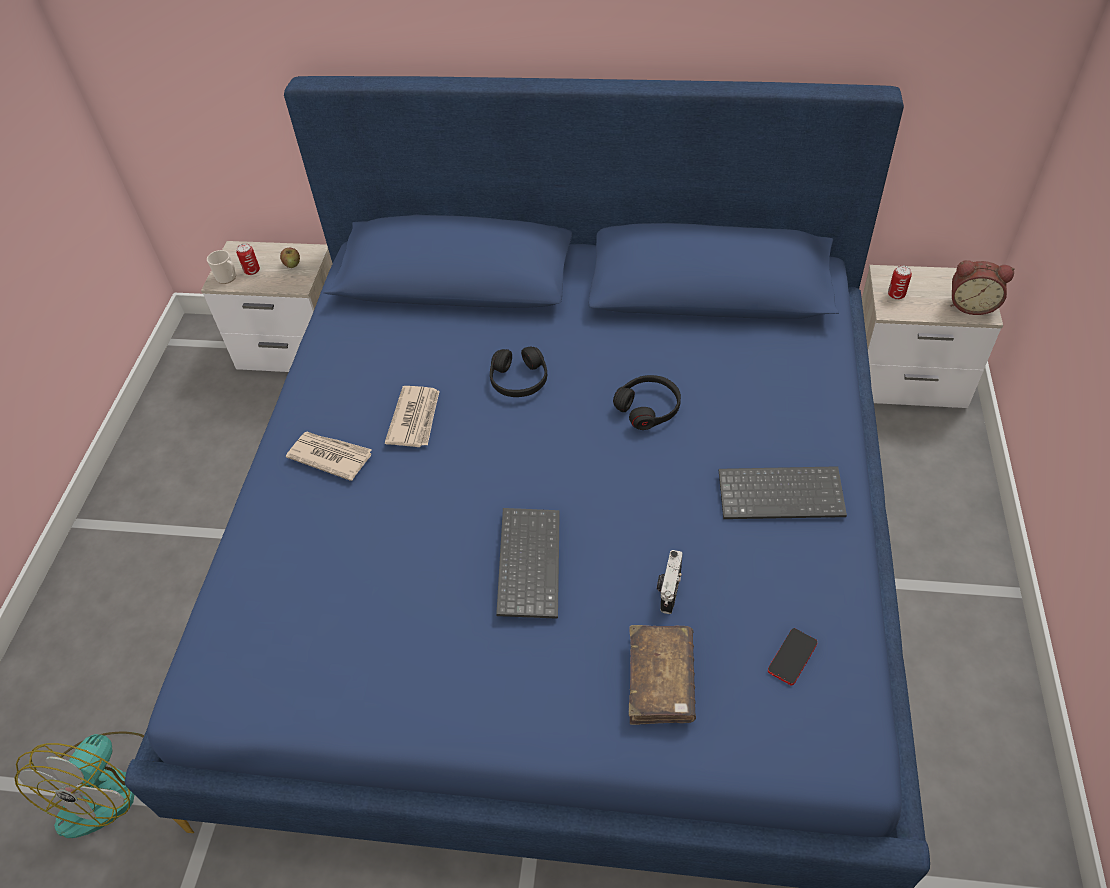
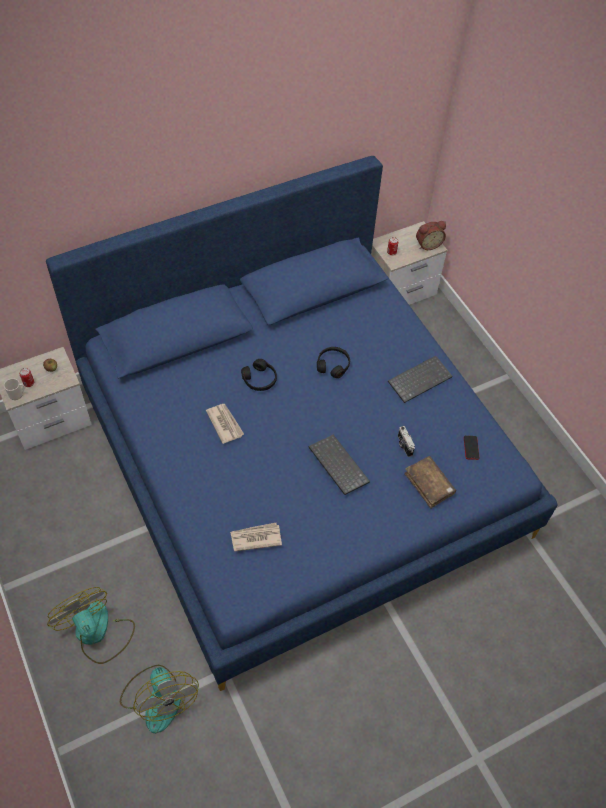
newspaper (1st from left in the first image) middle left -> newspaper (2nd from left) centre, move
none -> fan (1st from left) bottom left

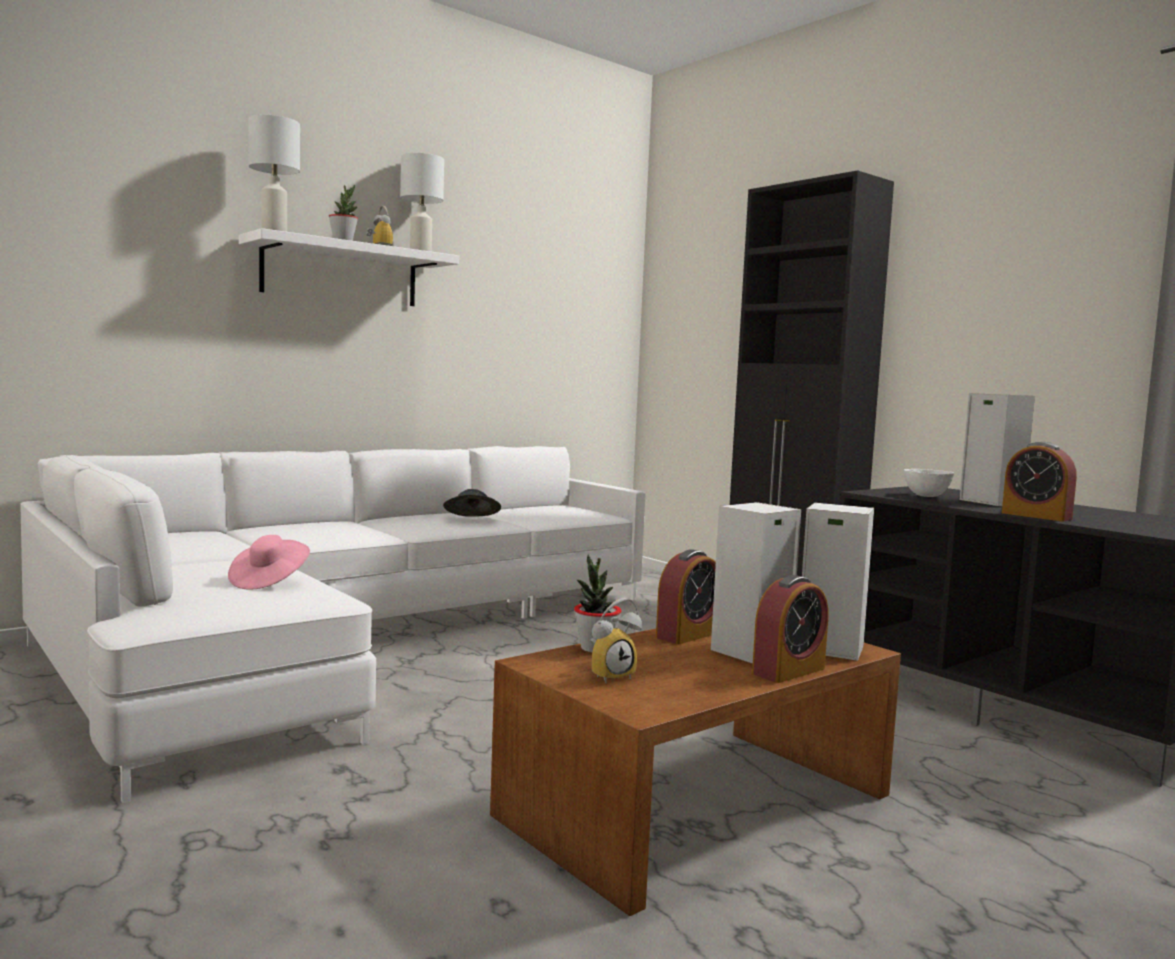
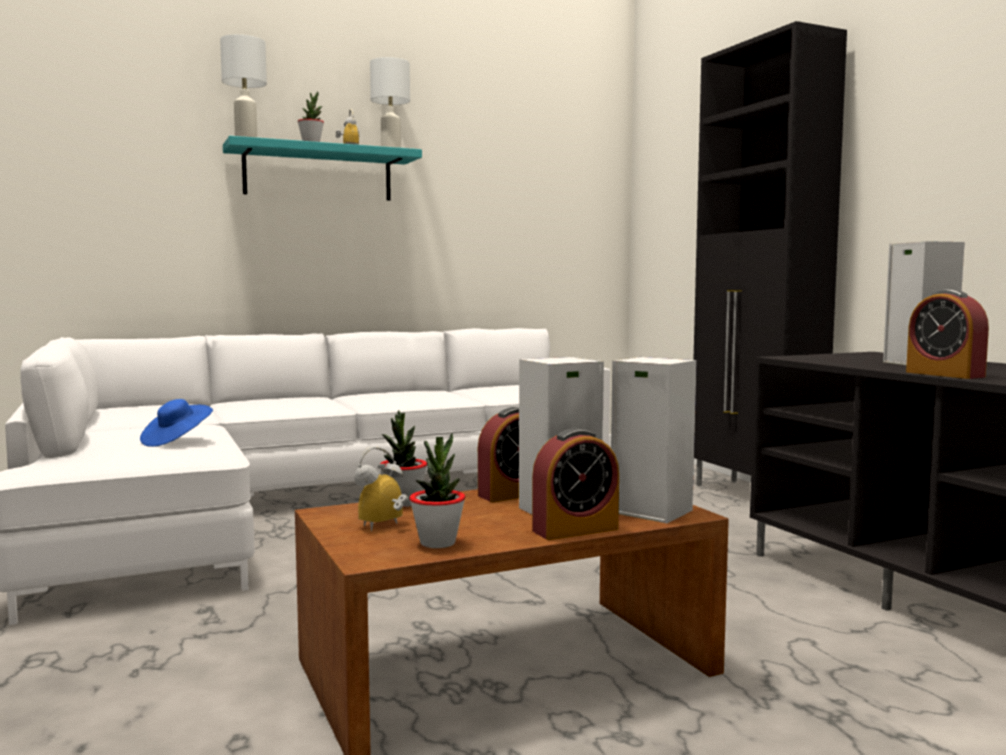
shelf/white top left -> shelf/turquoise top left
bowl/white middle right -> none
hat/grey centre -> none
hat/pink middle left -> hat/blue middle left
alarm clock (2nd from left) bottom centre -> alarm clock (2nd from left) centre, 150 degrees clockwise
none -> potted plant (3rd from left) centre

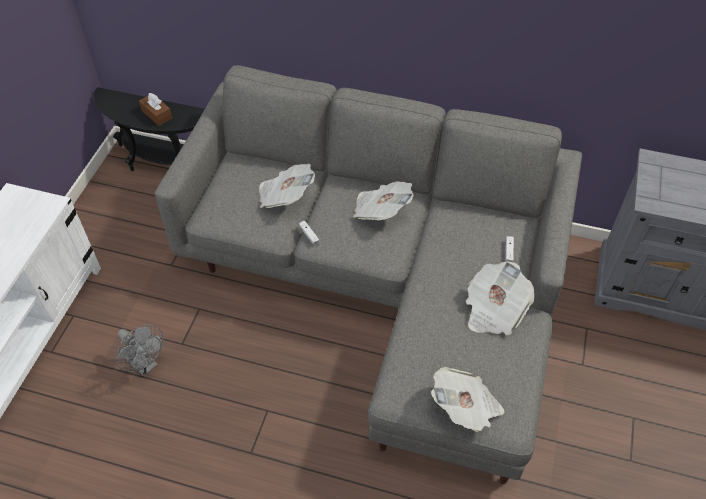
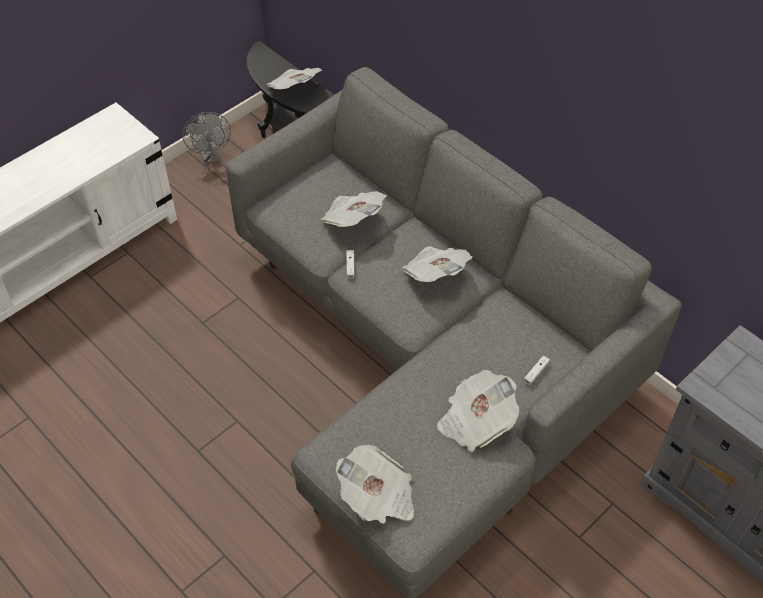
tissue box/brown top left -> newspaper (1st from left) top centre
fan/grey bottom left -> fan/grey top left, move

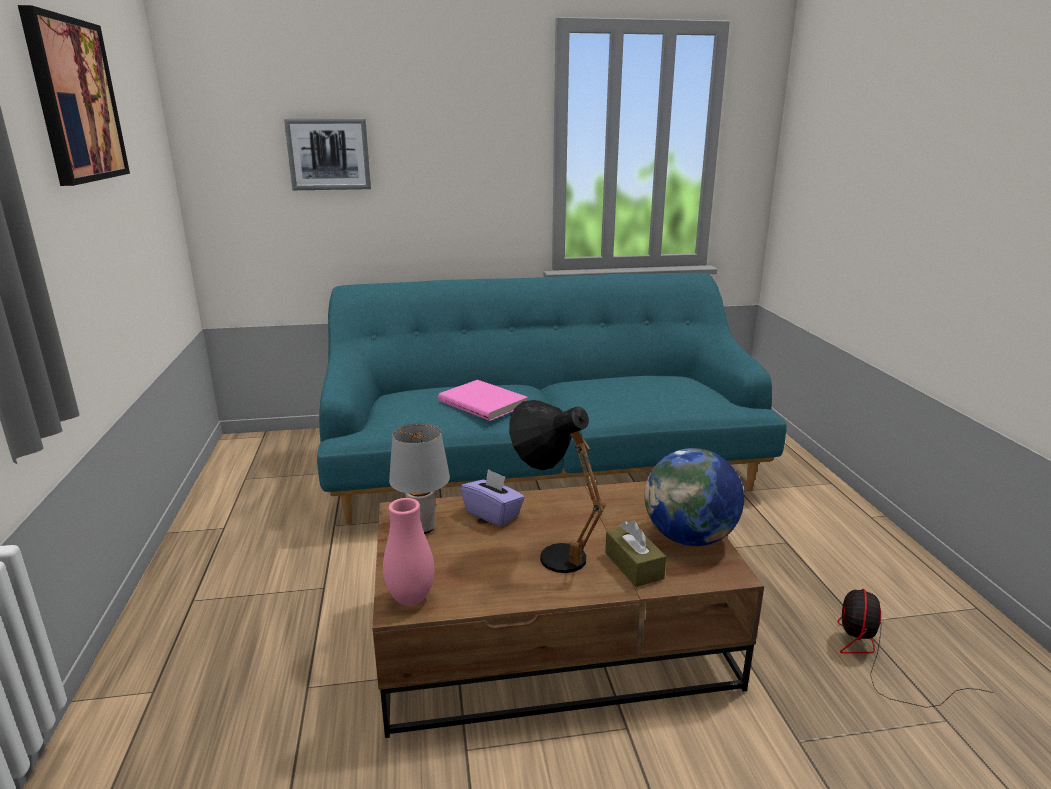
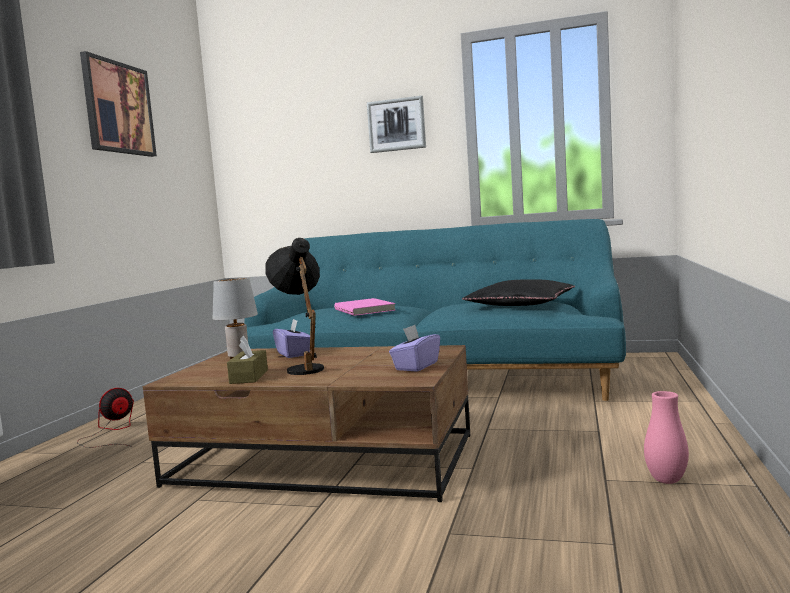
picture (2nd from left) top left -> picture (2nd from left) top centre, move
globe centre -> tissue box/purple (2nd from left) centre
vase/pink bottom centre -> vase/pink bottom right, move
tissue box/brown bottom centre -> tissue box/brown middle left, move
fan bottom right -> fan bottom left, move
none -> pillow/black centre

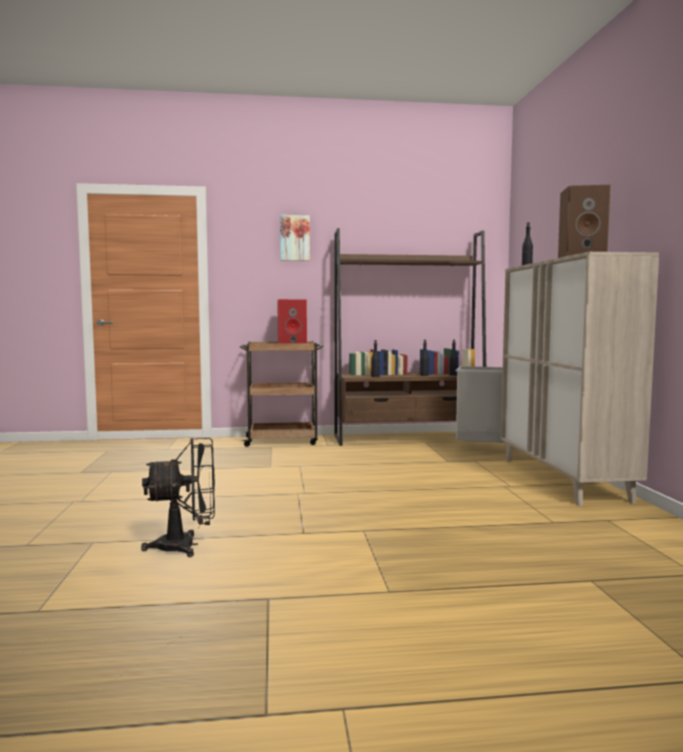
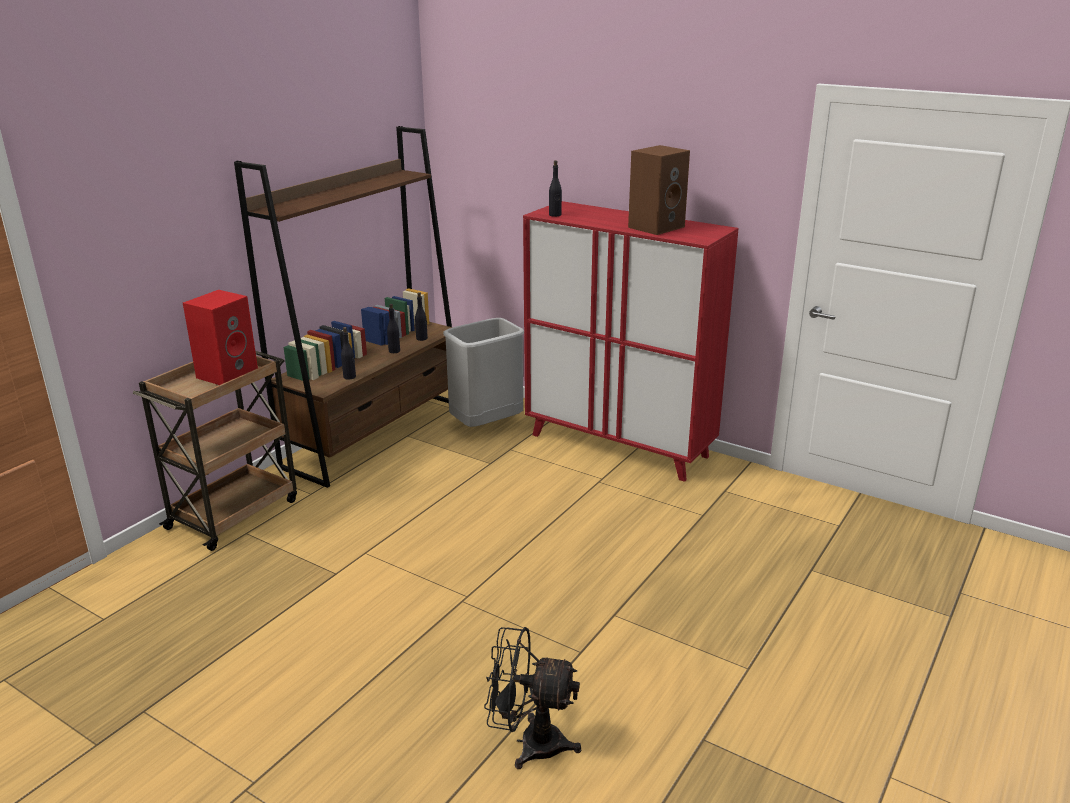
picture top centre -> none
cabinet/beige middle right -> cabinet/red centre
fan/black middle left -> fan/black bottom centre, 105 degrees counterclockwise

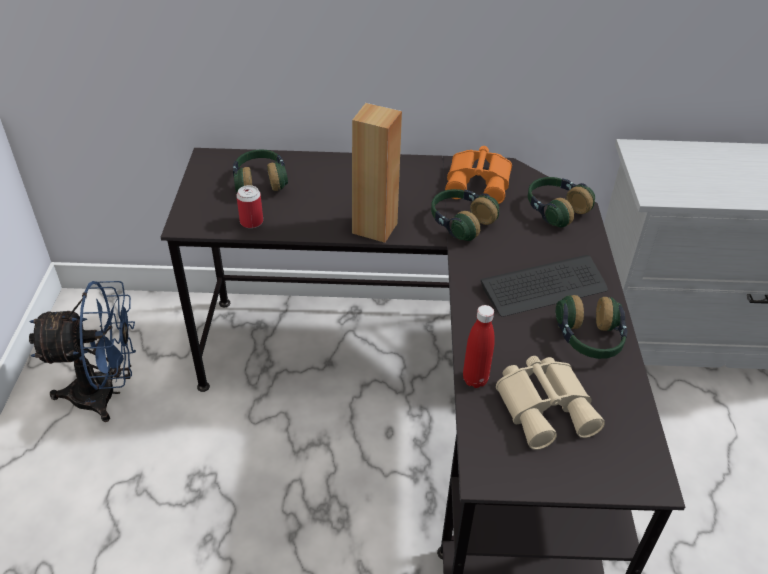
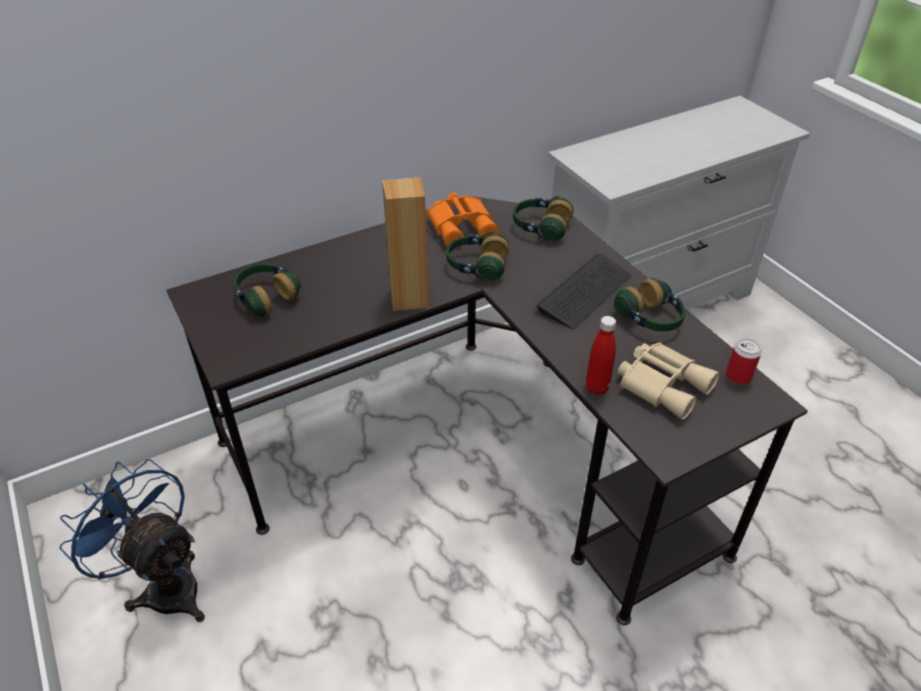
can middle left -> can middle right, move
fan/blue middle left -> fan/blue bottom left, 105 degrees counterclockwise

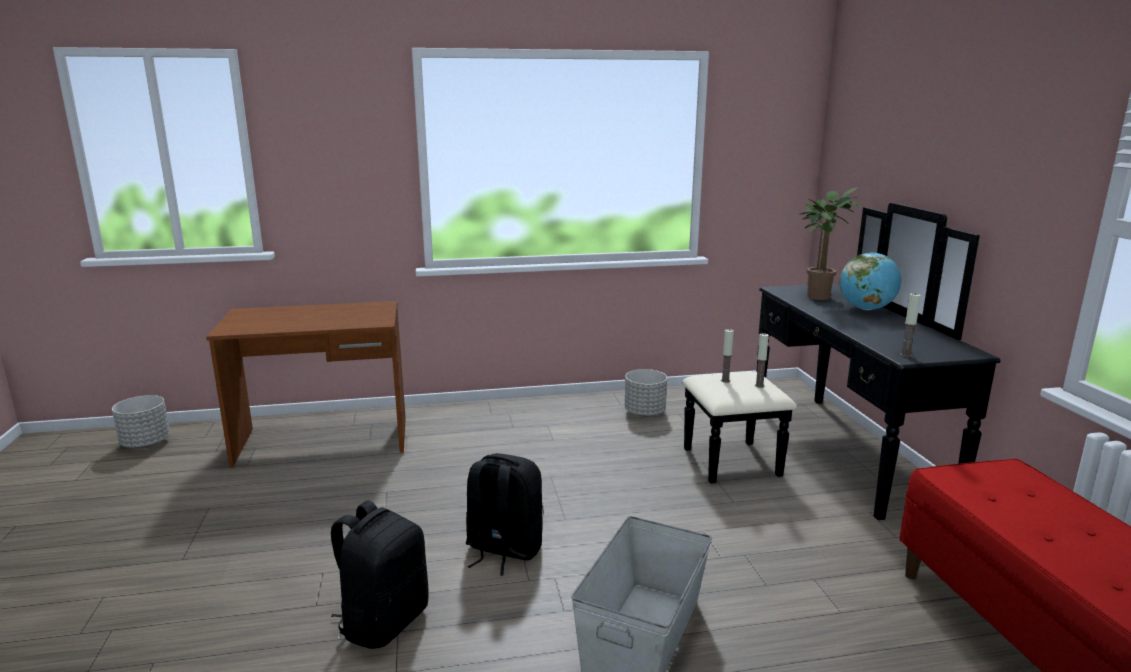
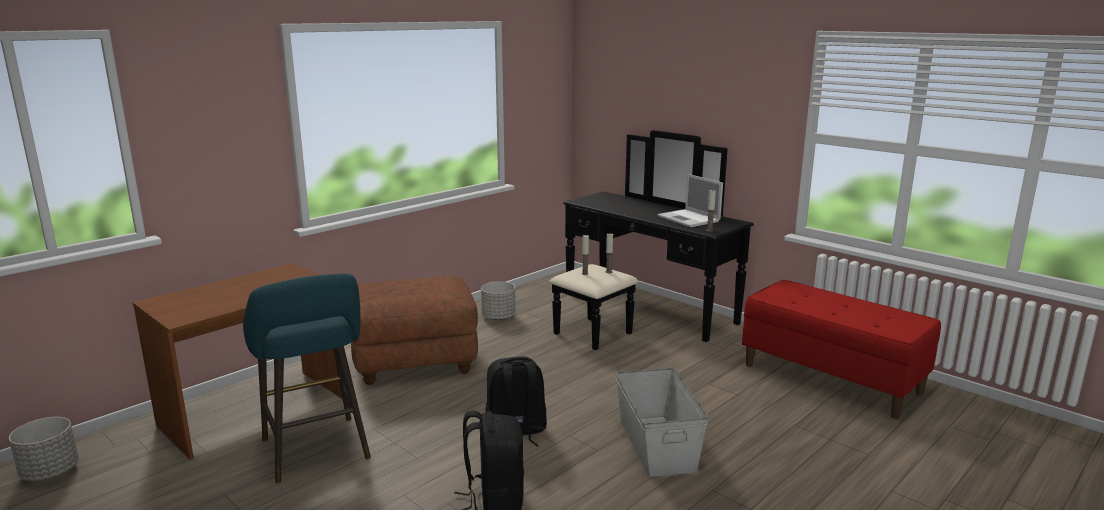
potted plant middle right -> none
globe middle right -> none
none -> laptop centre
none -> stool/turquoise bottom left
none -> ottoman/brown centre

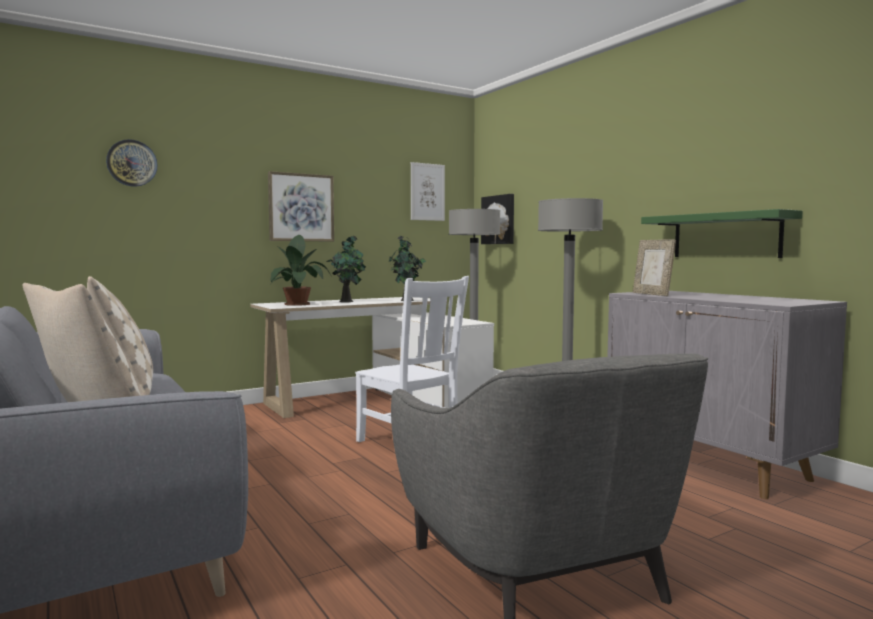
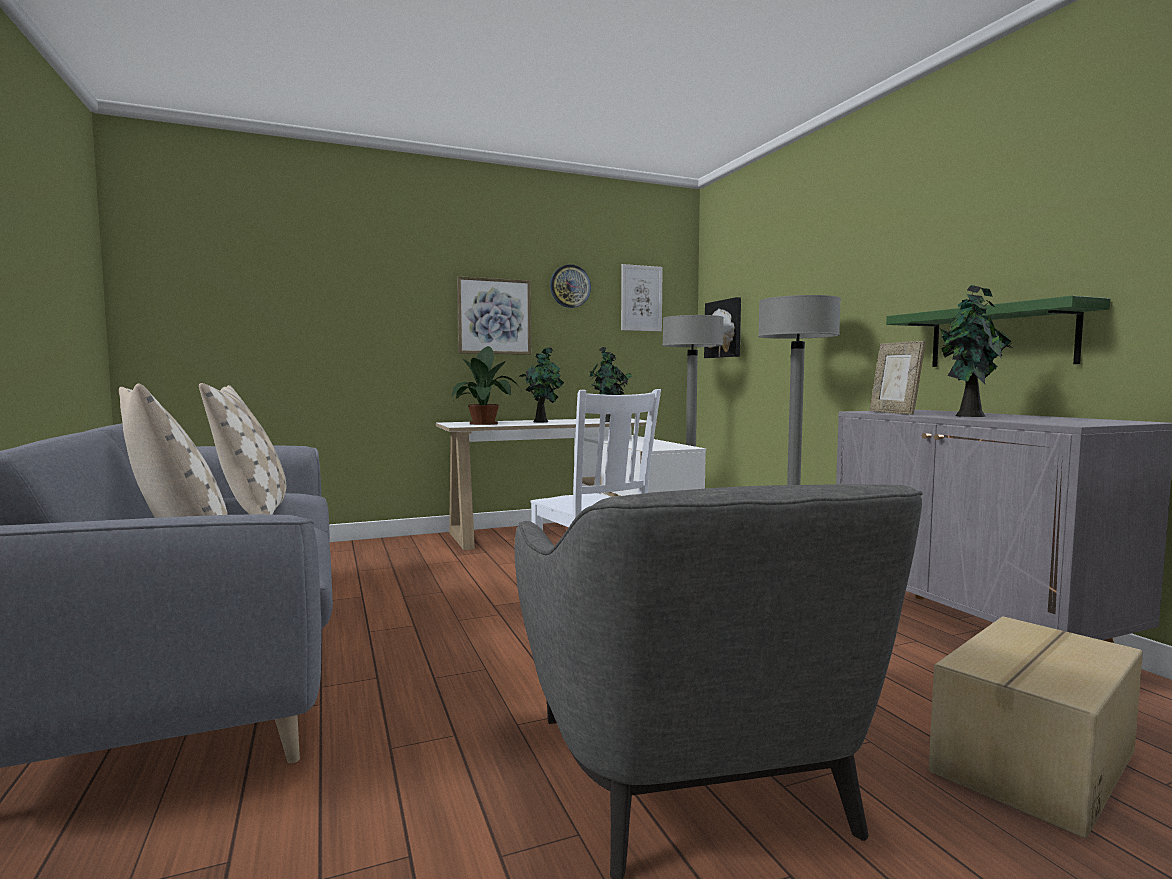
wall clock top left -> wall clock top centre, move
none -> potted plant (4th from left) middle right
none -> cardboard box bottom right

